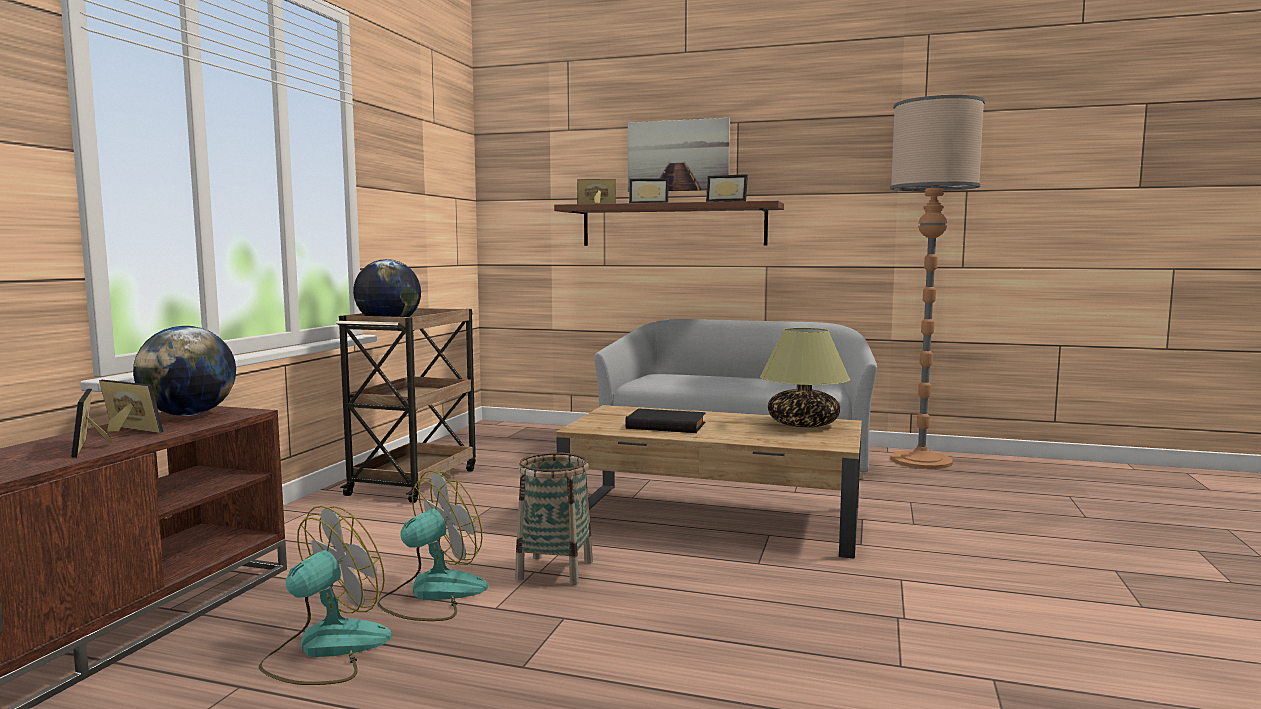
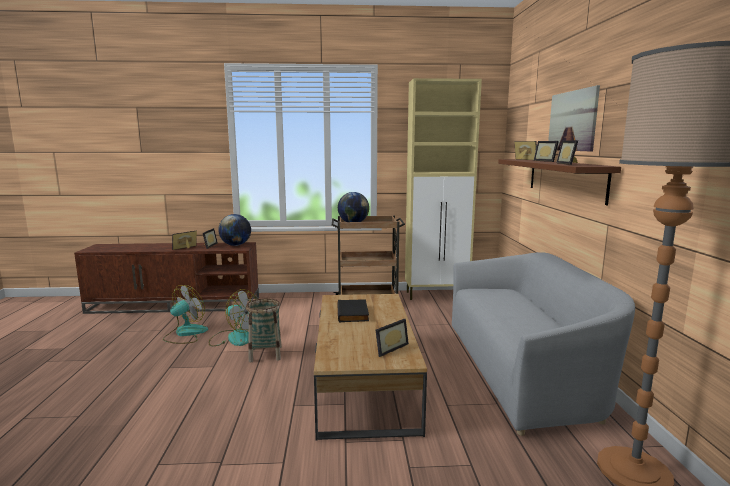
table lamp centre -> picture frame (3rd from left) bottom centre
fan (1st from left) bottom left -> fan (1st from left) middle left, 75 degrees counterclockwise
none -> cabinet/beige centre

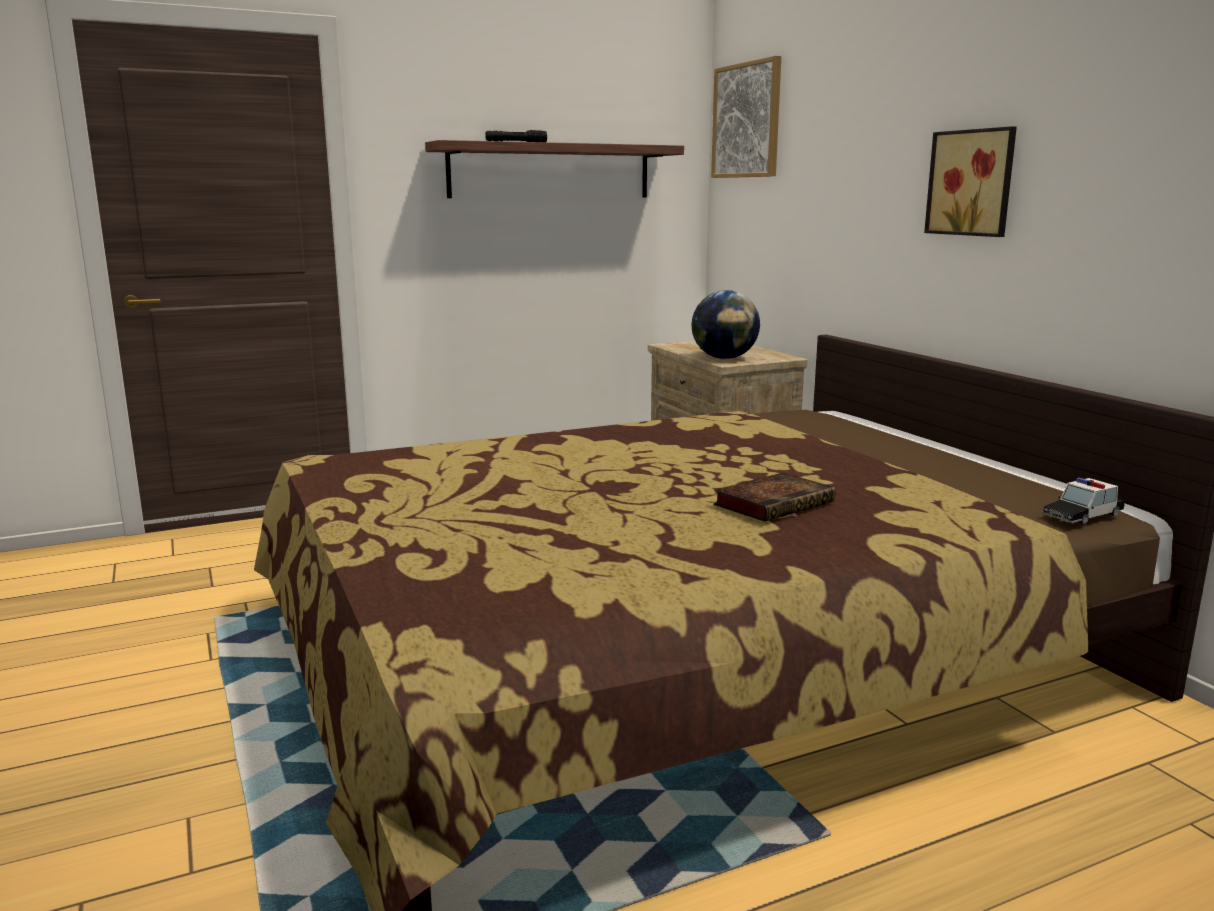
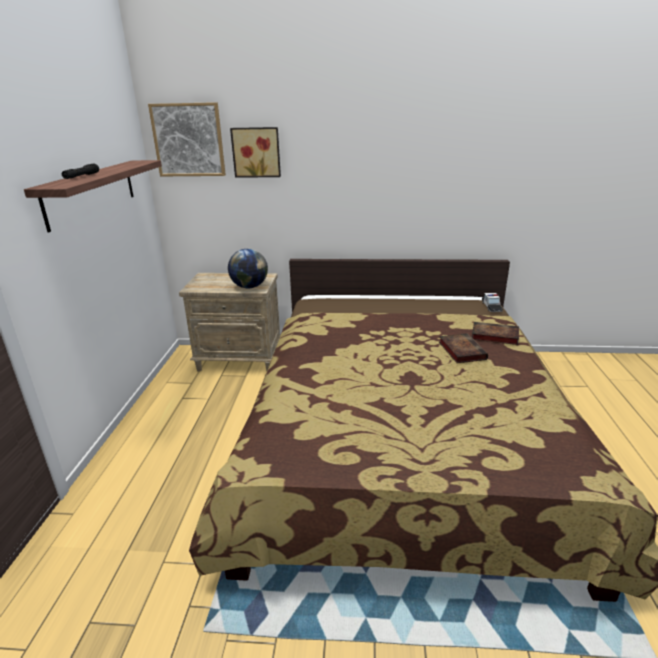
picture (2nd from left) top right -> picture (2nd from left) top centre, move
none -> book (2nd from left) middle right

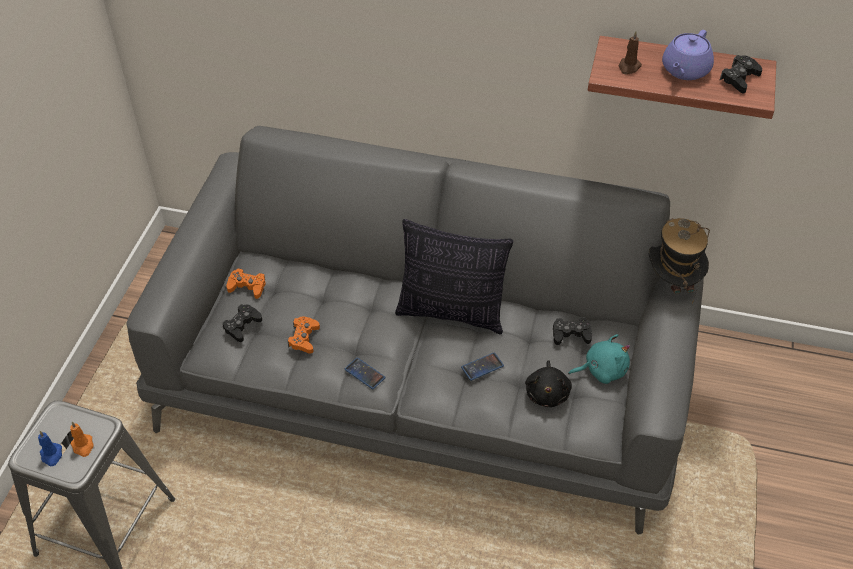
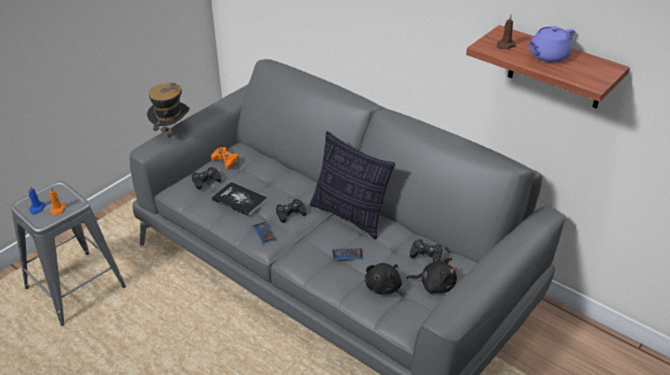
game controller/black (3rd from left in the first image) top right -> game controller/black (2nd from left) centre, move
hat middle right -> hat top left, move
game controller/orange (2nd from left) centre -> book centre
plush toy/turquoise middle right -> plush toy/black (2nd from left) bottom centre

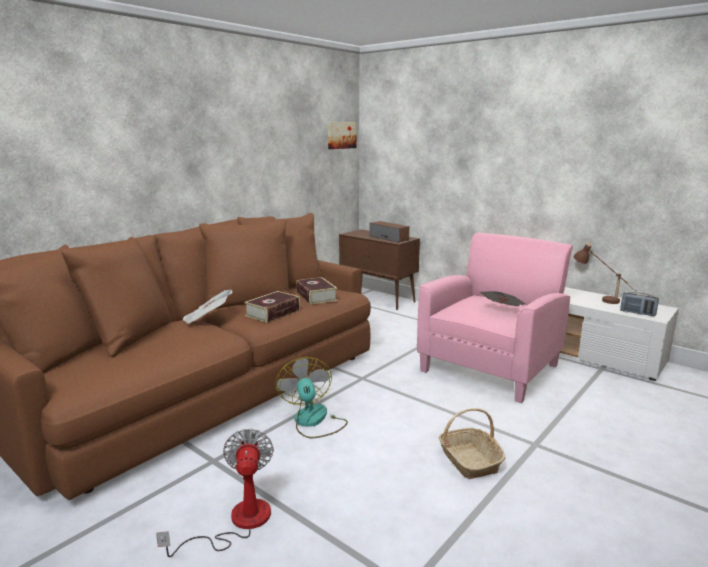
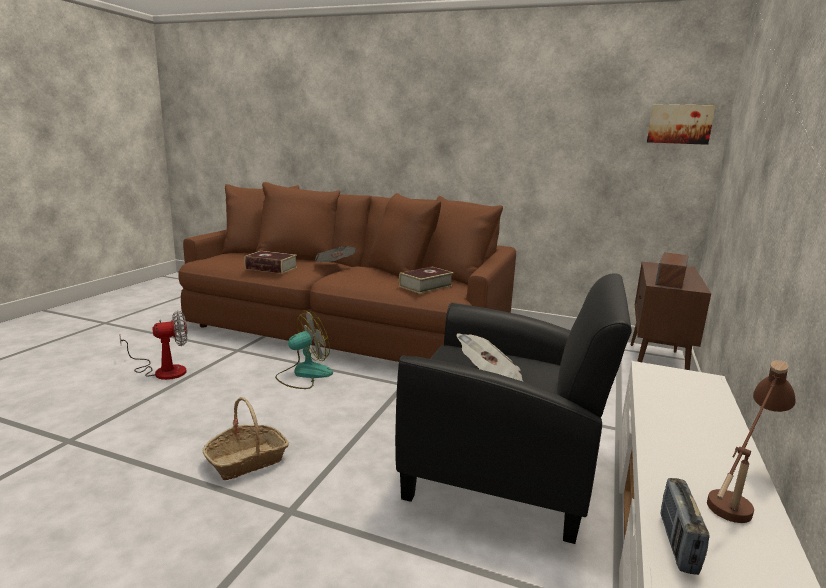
armchair/pink middle right -> armchair/black bottom centre
book (1st from left) centre -> book (1st from left) middle left, move

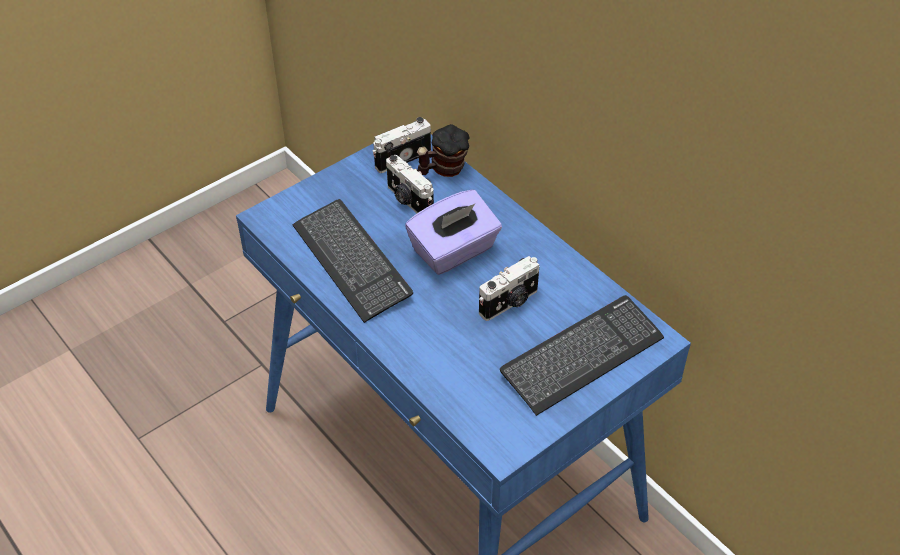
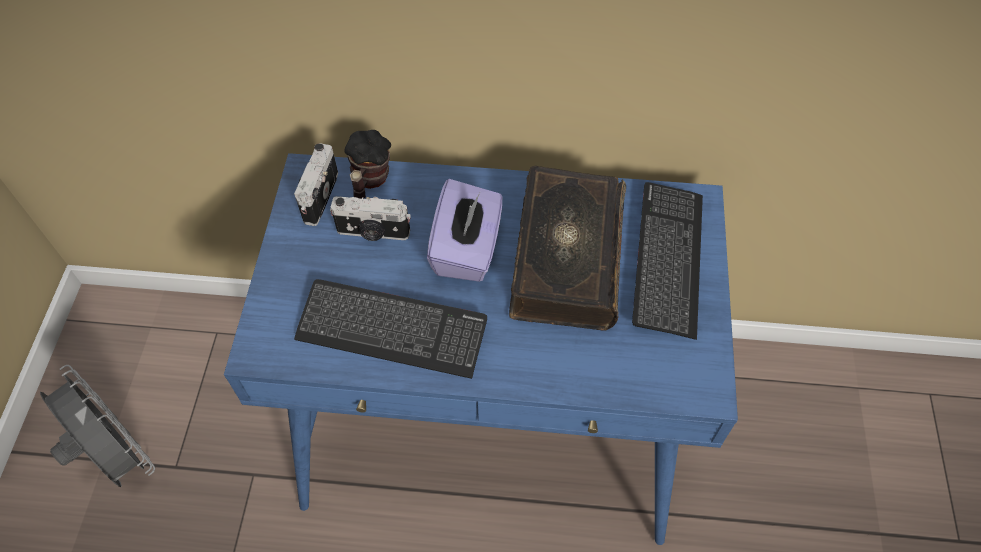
photo camera (3rd from left) centre -> book centre
none -> fan/grey bottom left

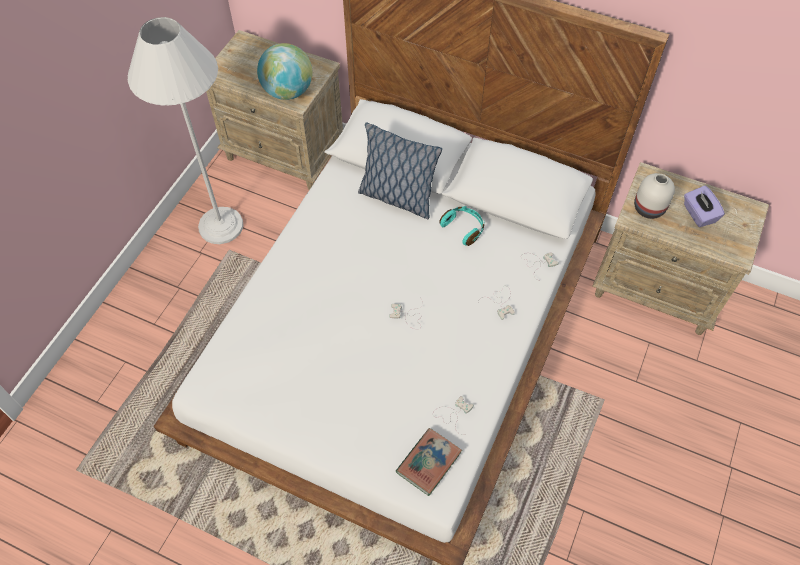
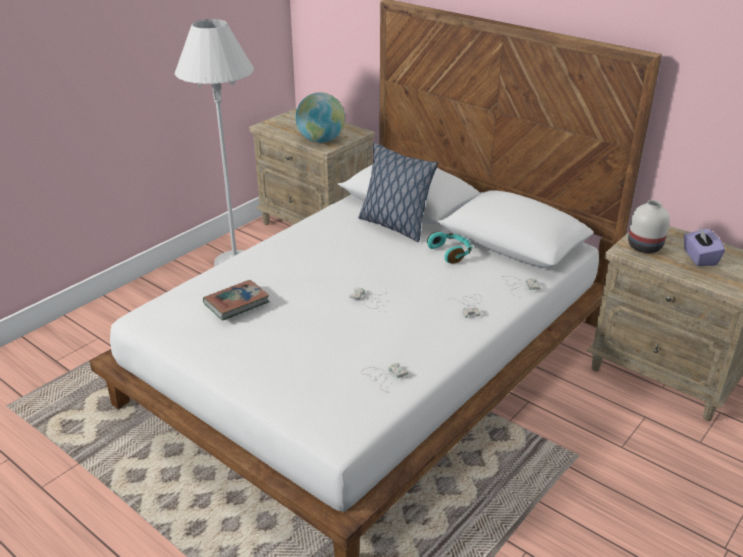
book bottom centre -> book middle left, move

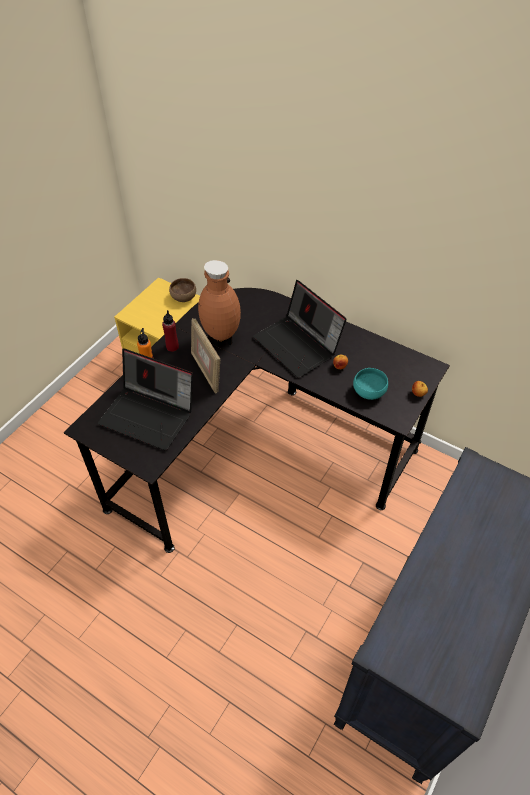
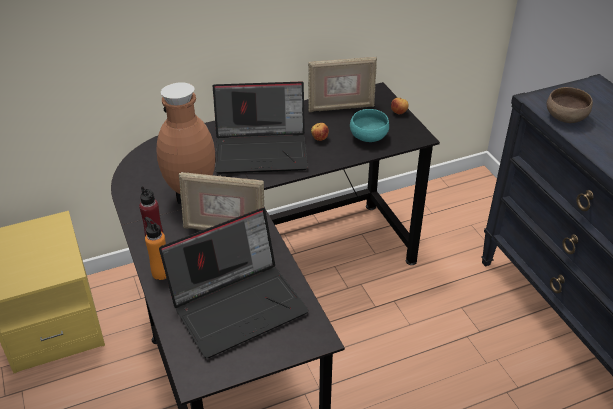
bowl/brown centre -> bowl/brown top right, move
none -> picture frame (2nd from left) top centre

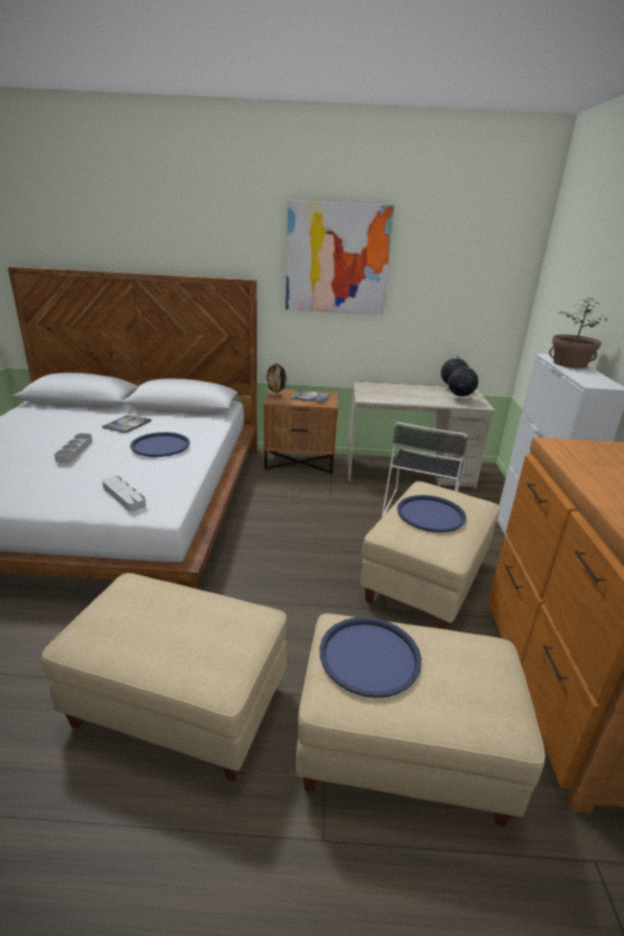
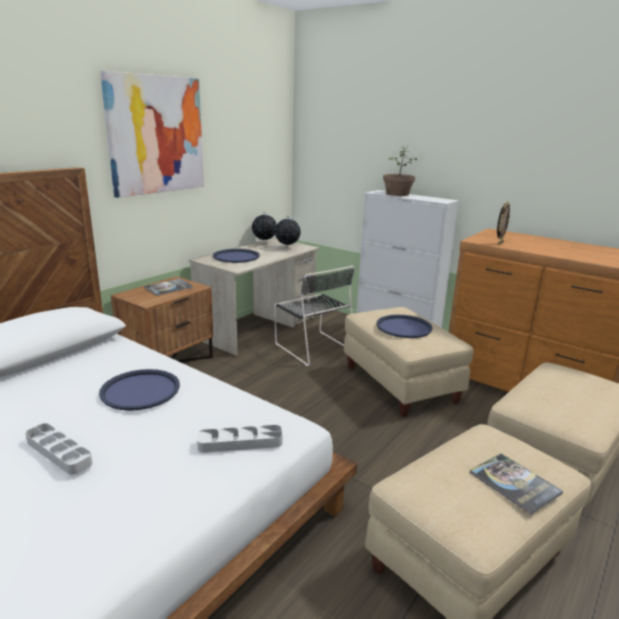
picture frame centre -> picture frame middle right, move
book (1st from left in the first image) middle left -> book (2nd from left) bottom right, move
tray/blue (2nd from left) bottom centre -> tray/blue (2nd from left) centre, move

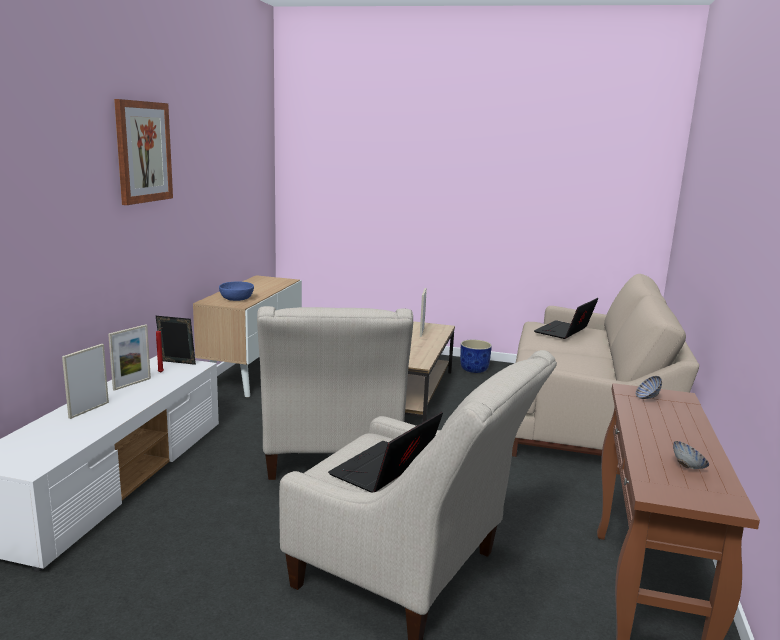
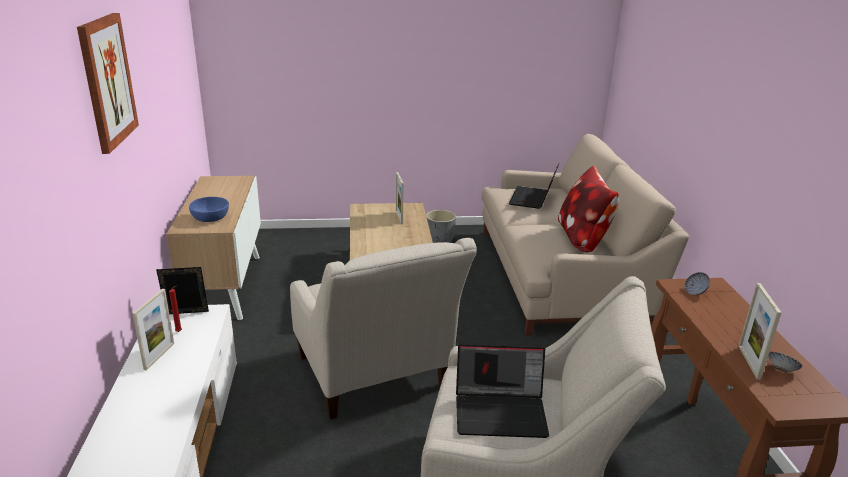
planter/blue centre -> planter/grey centre
picture frame (1st from left in the first image) middle left -> picture frame (4th from left) bottom right, move
laptop (1st from left) bottom centre, 105 degrees counterclockwise
none -> pillow middle right

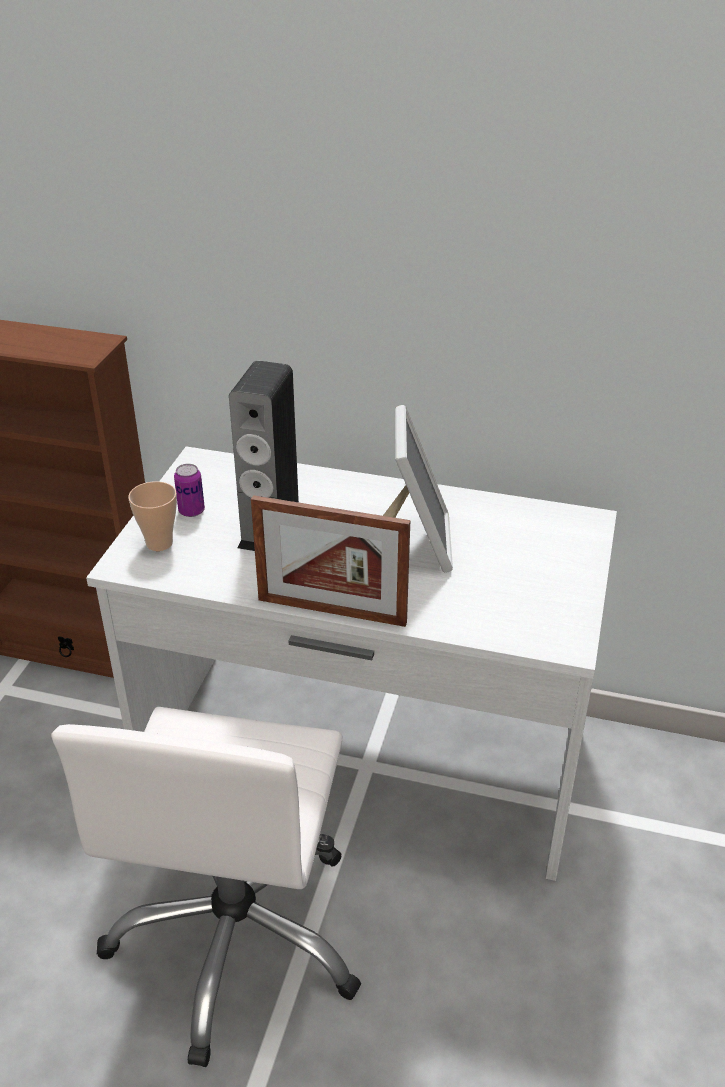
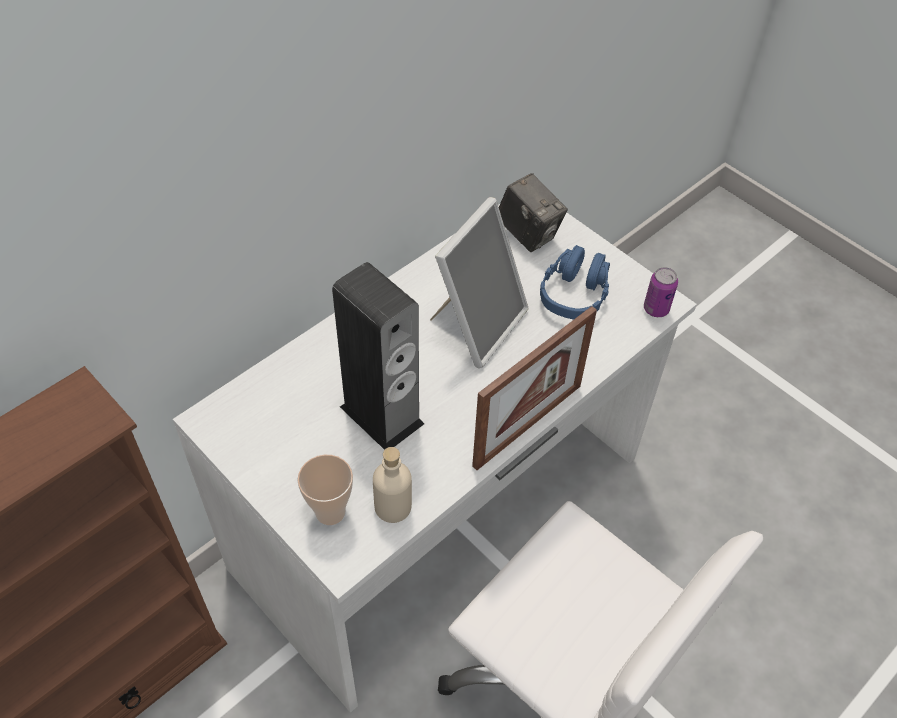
picture frame (2nd from left in the first image) centre -> picture frame (1st from left) centre, 90 degrees clockwise
can middle left -> can middle right, move
none -> photo camera top centre
none -> headphones/blue centre
none -> bottle/beige bottom centre

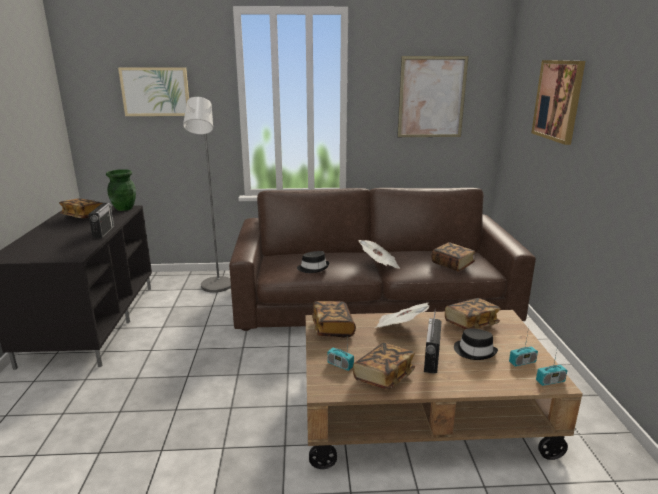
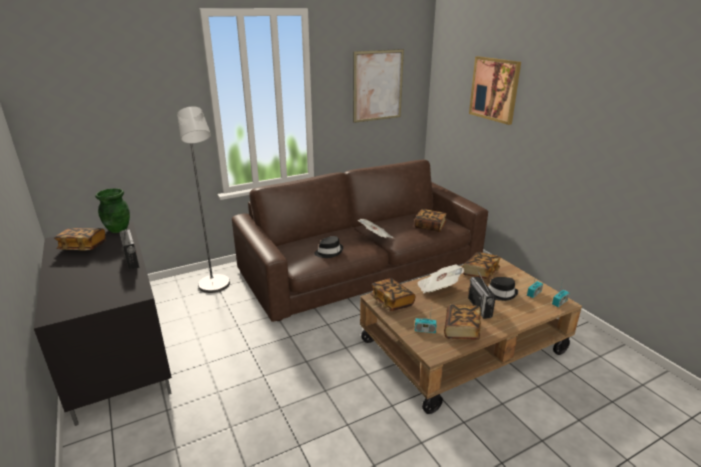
picture (1st from left) top left -> none

